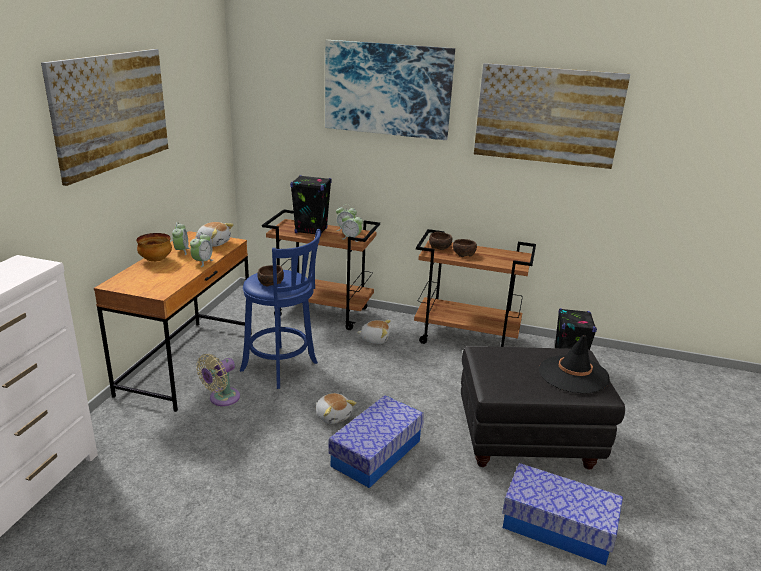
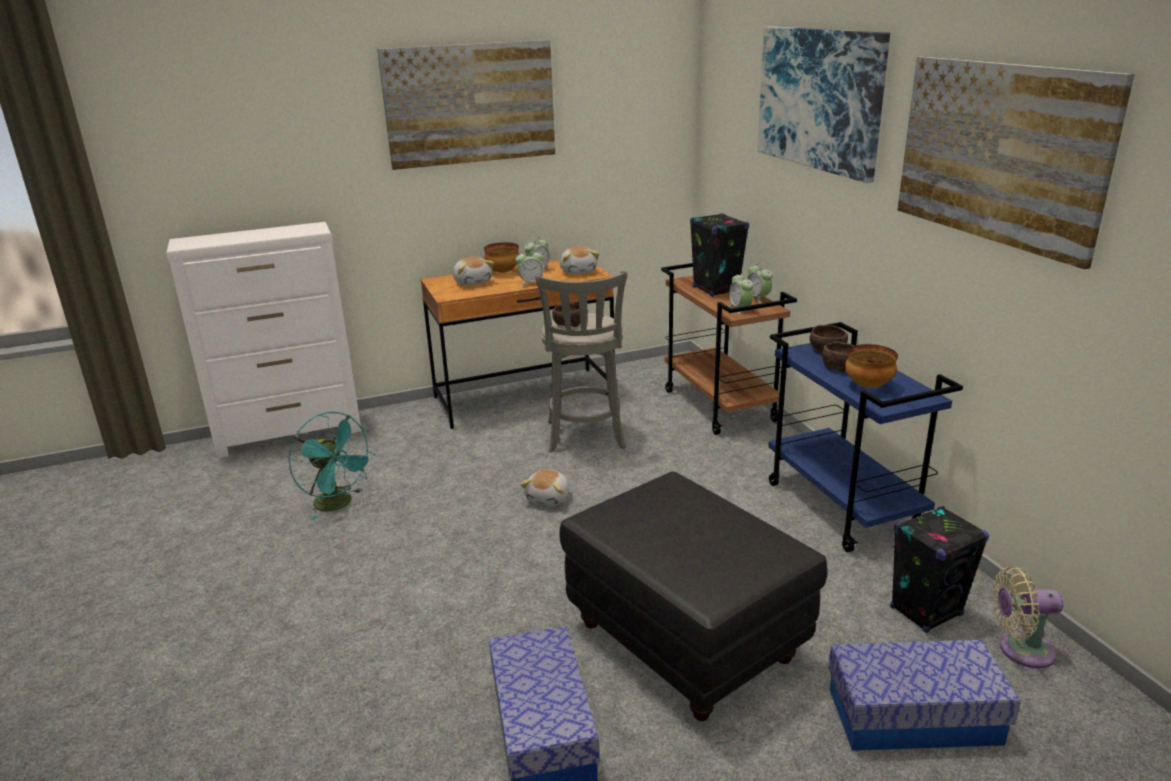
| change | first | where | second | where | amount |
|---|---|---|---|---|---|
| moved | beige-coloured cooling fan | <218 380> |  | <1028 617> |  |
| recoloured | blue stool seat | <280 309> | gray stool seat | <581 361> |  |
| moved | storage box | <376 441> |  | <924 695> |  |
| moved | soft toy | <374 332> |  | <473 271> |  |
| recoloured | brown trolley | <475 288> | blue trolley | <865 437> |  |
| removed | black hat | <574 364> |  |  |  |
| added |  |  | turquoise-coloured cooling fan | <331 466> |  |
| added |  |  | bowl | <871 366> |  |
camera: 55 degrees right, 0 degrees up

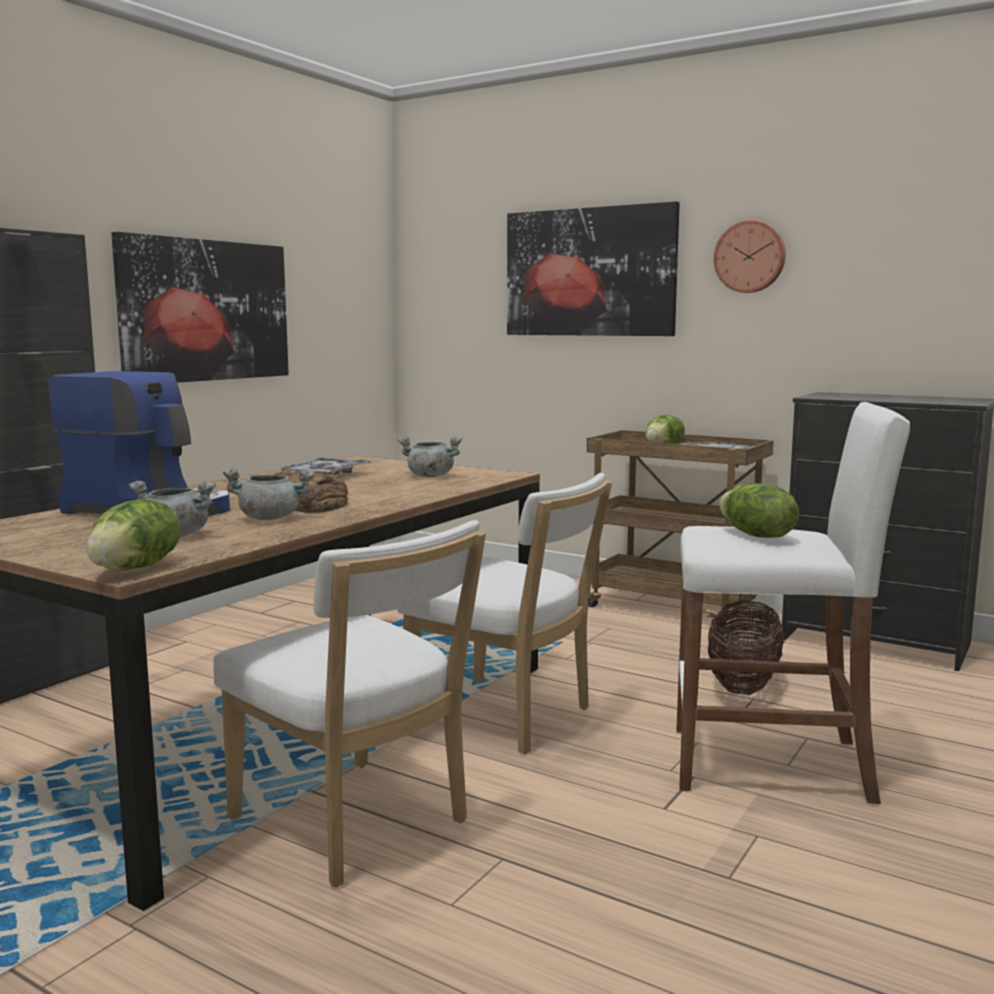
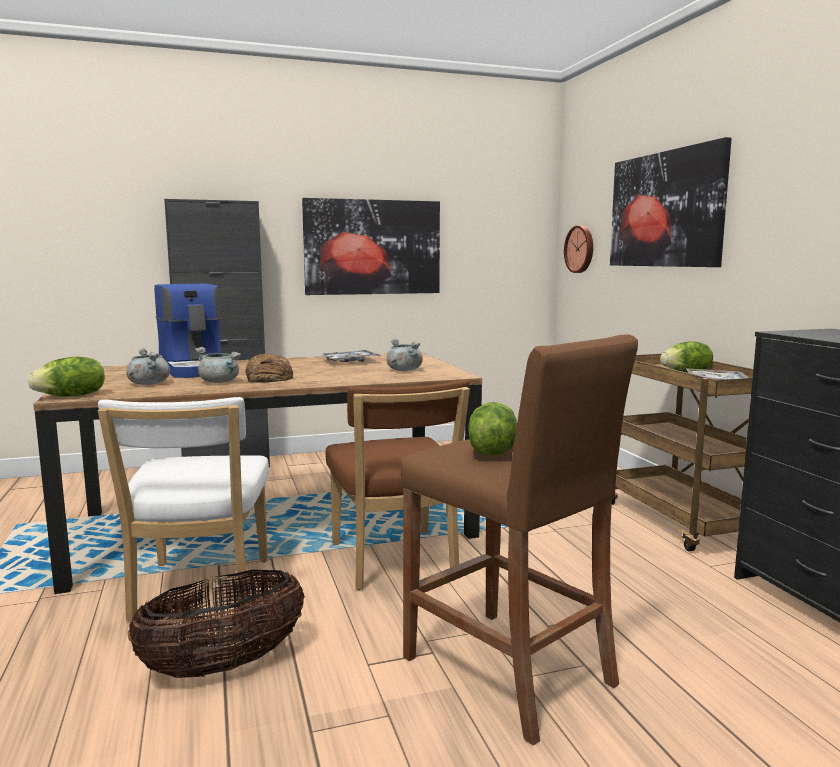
| change | first | where | second | where | amount |
|---|---|---|---|---|---|
| recoloured | white-coloured upright chair | <504 613> | brown upright chair | <398 485> |  |
| recoloured | white-coloured stool seat | <793 603> | brown stool seat | <519 540> |  |
| moved | basket | <746 647> |  | <216 624> |  |
| moved | wall clock | <750 256> |  | <578 249> |  |
camera: 40 degrees right, 0 degrees up

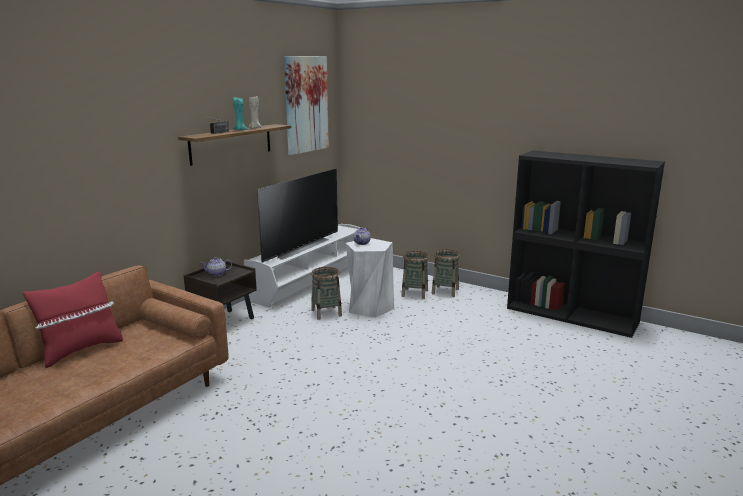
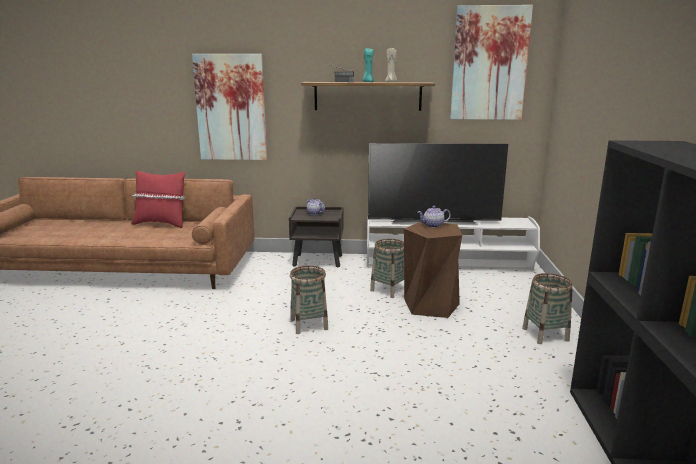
| change | first | where | second | where | amount |
|---|---|---|---|---|---|
| recoloured | white-coloured stool seat | <370 278> | brown stool seat | <433 270> |  |
| moved | basket | <415 275> |  | <309 300> |  |
| added |  |  | wall art | <229 107> |  |
camera: 60 degrees right, 0 degrees up

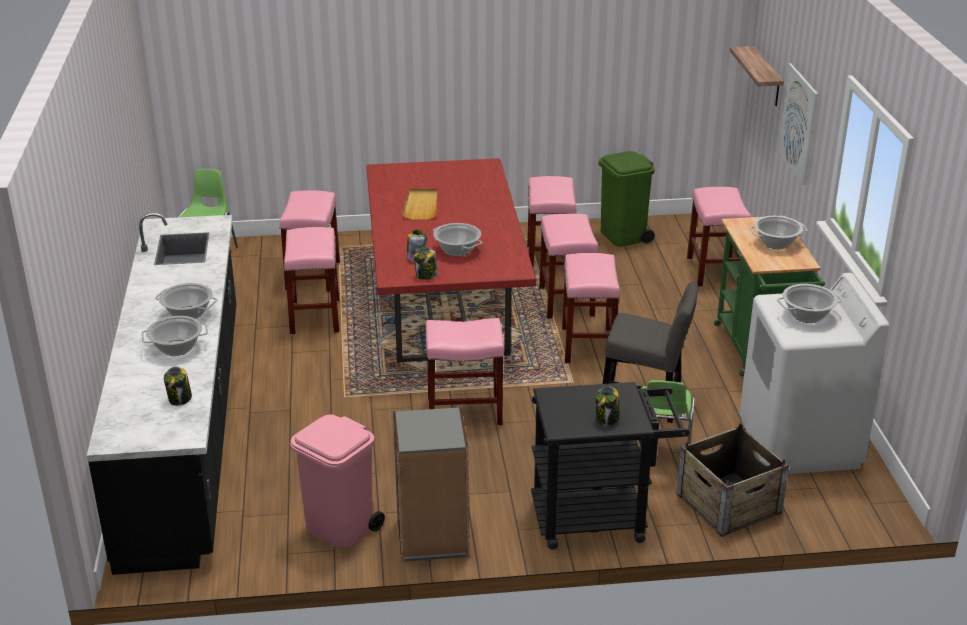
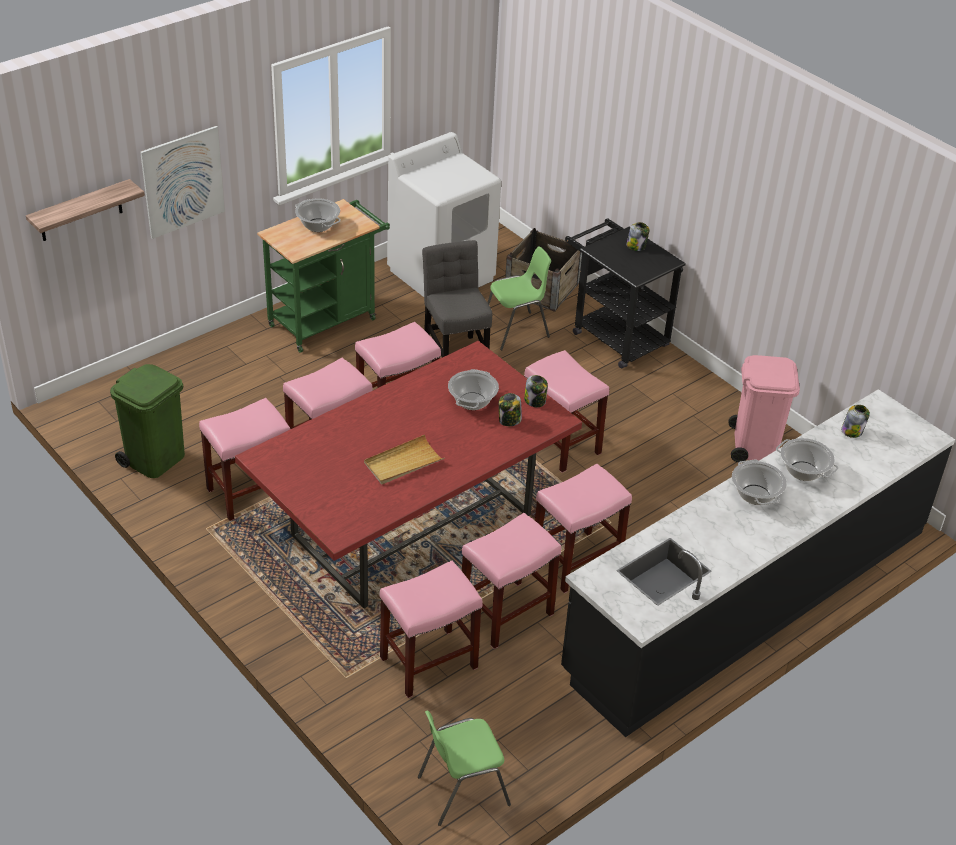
| change | first | where | second | where | amount |
|---|---|---|---|---|---|
| removed | gray bookcase | <431 484> |  |  |  |
| moved | pink stool seat | <719 237> |  | <583 528> |  |
| removed | stockpot | <810 303> |  |  |  |
camera: 125 degrees left, 10 degrees up

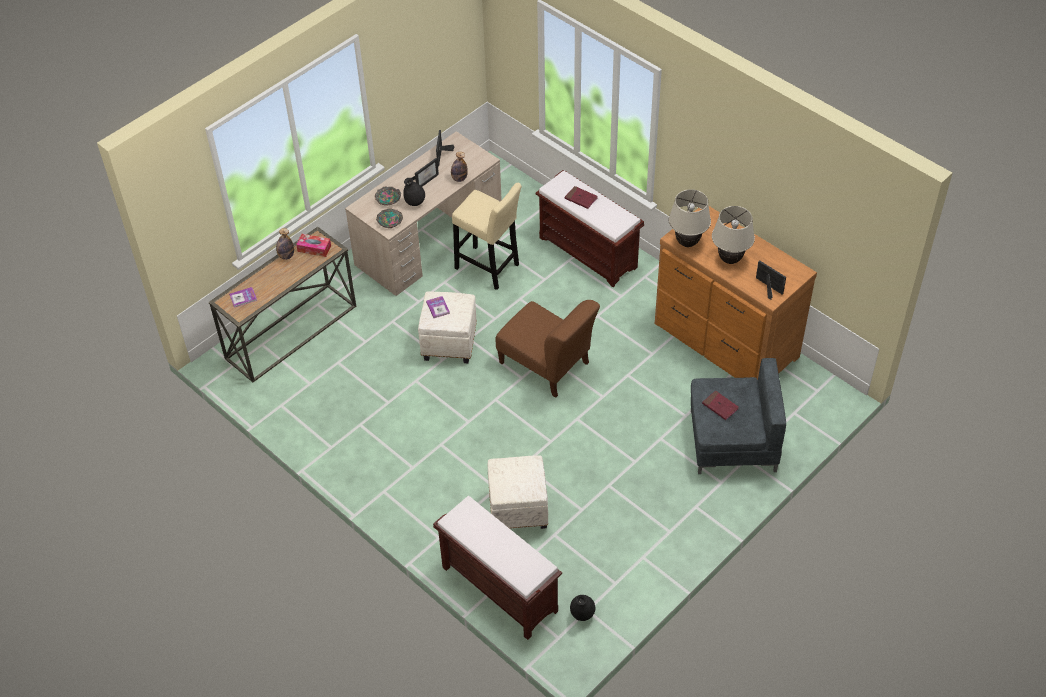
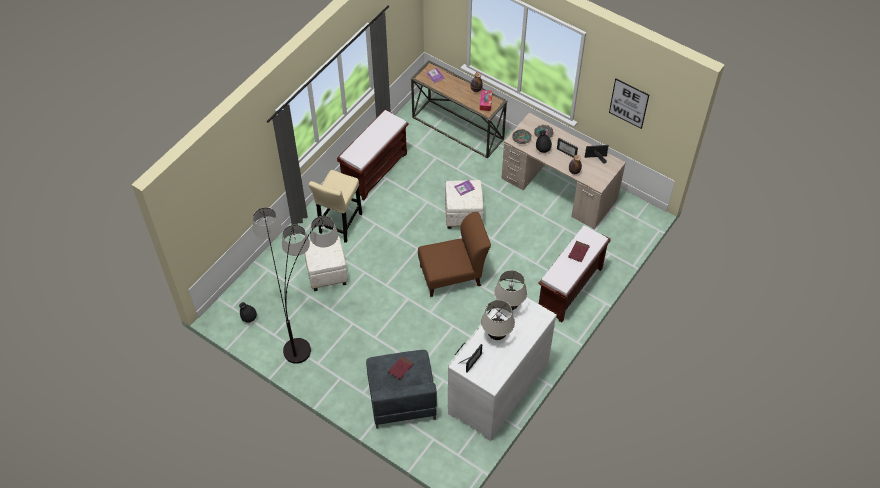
| change | first | where | second | where | amount |
|---|---|---|---|---|---|
| moved | brown long seat | <497 568> |  | <373 154> |  |
| moved | beige-coloured stool seat | <487 236> |  | <335 206> |  |
| turned | brown upright chair | <548 349> |  | <454 254> | 135 degrees counterclockwise |
| recoloured | brown dresser | <736 293> | white-coloured dresser | <502 369> |  |
| added |  |  | standard lamp | <295 285> |  |
| added |  |  | wall art | <629 104> |  |
camera: 80 degrees right, 5 degrees up

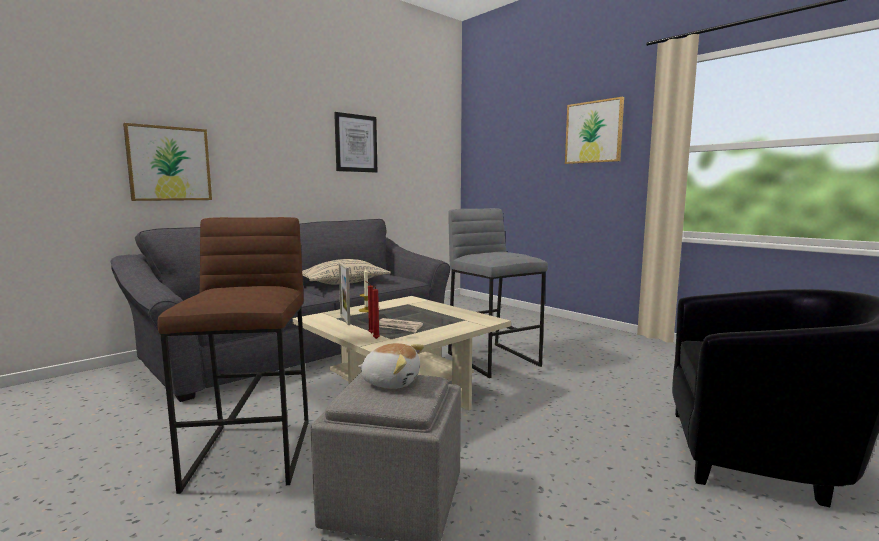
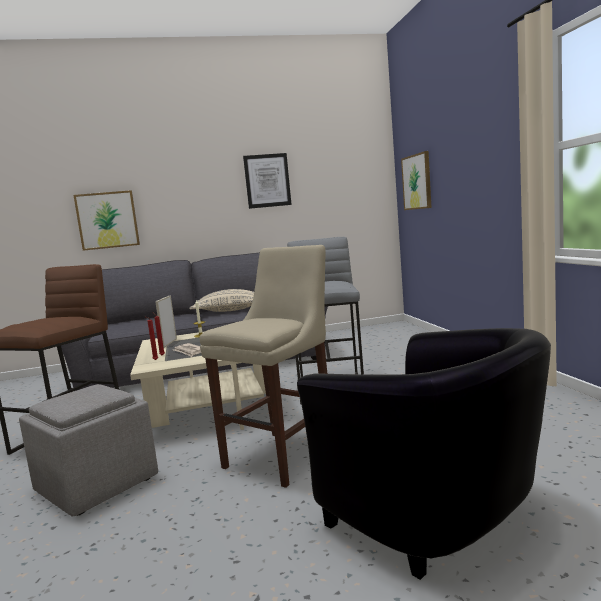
| change | first | where | second | where | amount |
|---|---|---|---|---|---|
| removed | soft toy | <391 366> |  |  |  |
| moved | wall art | <594 130> |  | <416 180> |  |
| added |  |  | beige-coloured stool seat | <263 366> |  |
camera: 30 degrees right, 0 degrees up

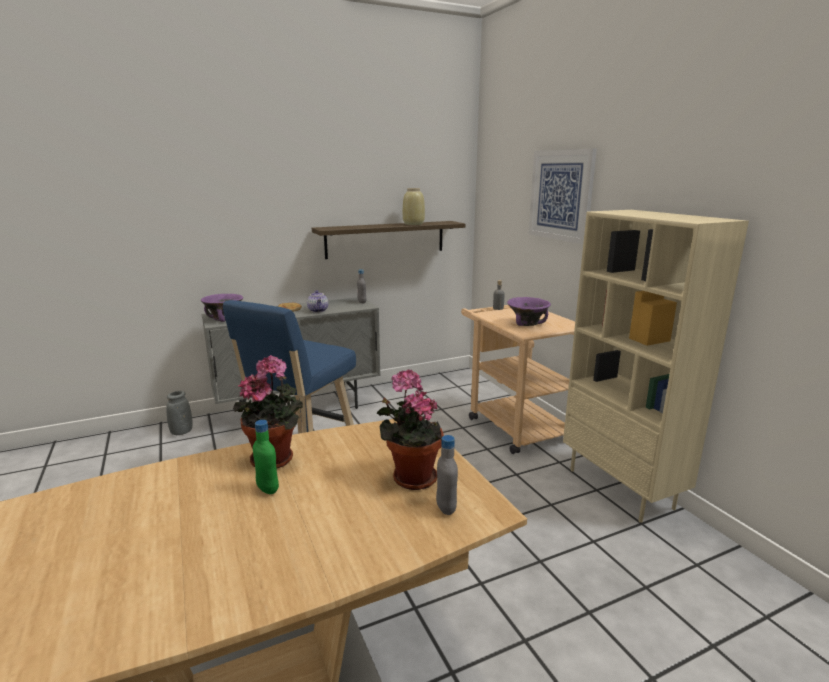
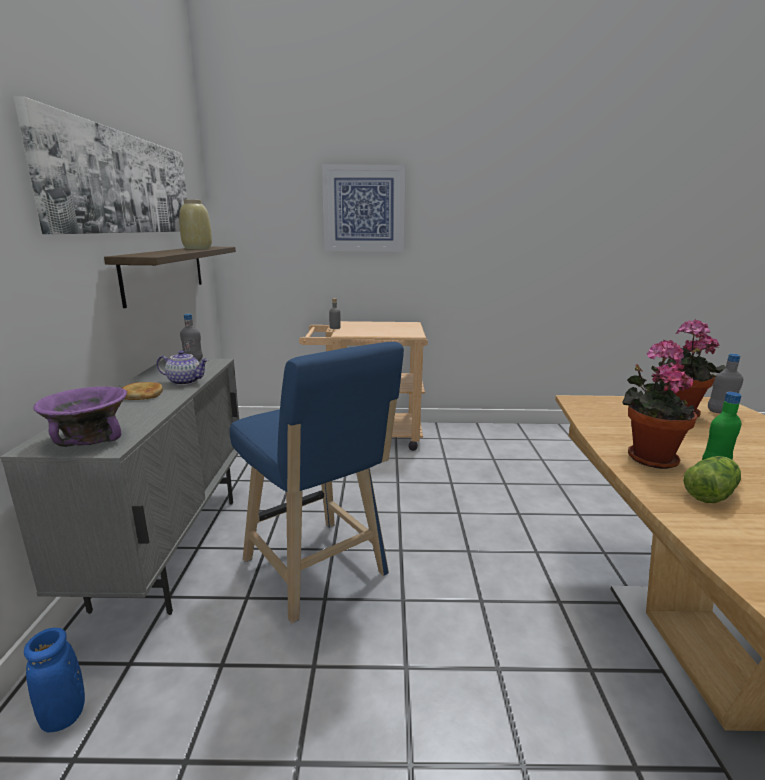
| change | first | where | second | where | amount |
|---|---|---|---|---|---|
| recoloured | gray decorative vase | <179 413> | blue decorative vase | <54 680> |  |
| removed | purplish bowl | <529 311> |  |  |  |
| removed | beige-coloured bookcase | <656 366> |  |  |  |
| added |  |  | wall art | <100 165> |  |
| added |  |  | lettuce | <712 479> |  |
camera: 65 degrees left, 0 degrees up

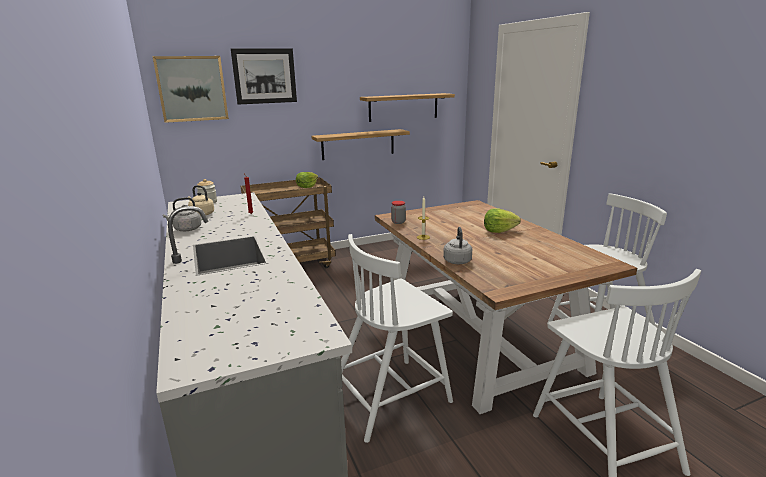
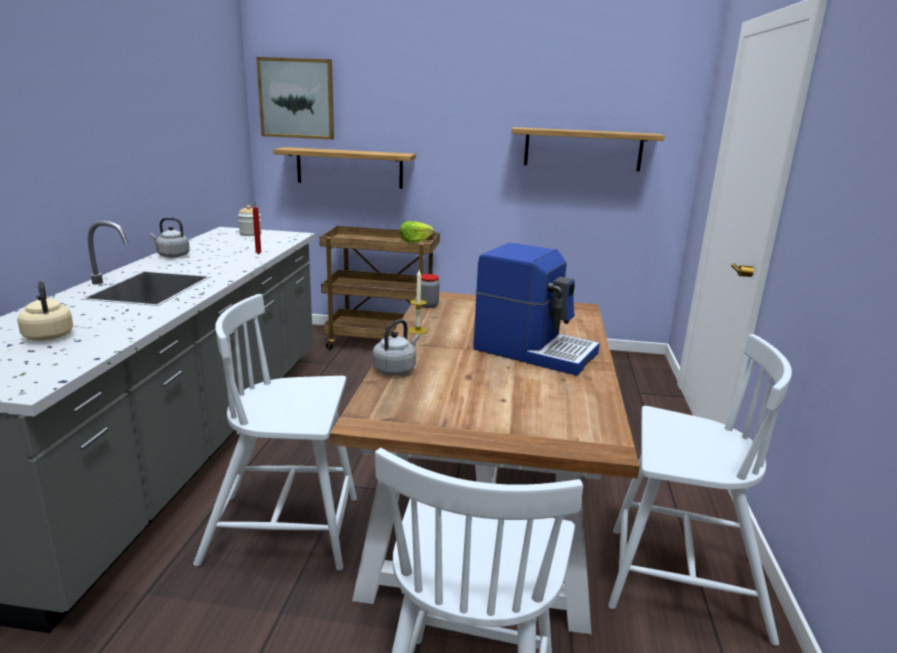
| change | first | where | second | where | amount |
|---|---|---|---|---|---|
| moved | beige-coloured tea kettle | <201 200> |  | <45 310> |  |
| removed | wall art | <264 76> |  |  |  |
| moved | wall shelf | <361 144> |  | <344 168> |  |
| replaced | lettuce | <502 220> | coffee maker | <536 309> |  |
camera: 30 degrees right, 0 degrees up

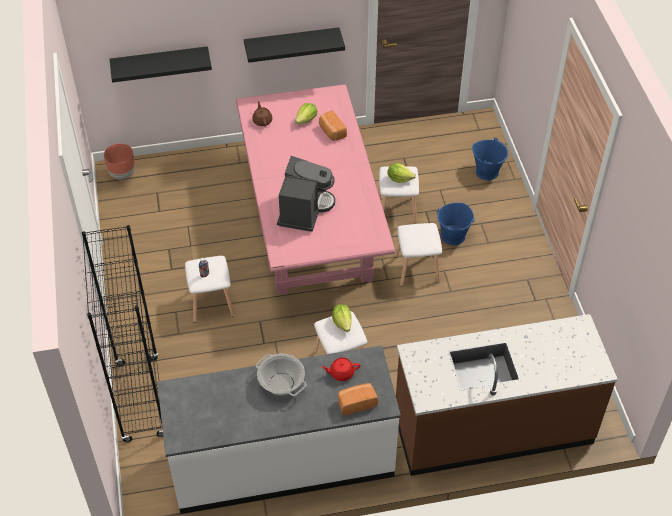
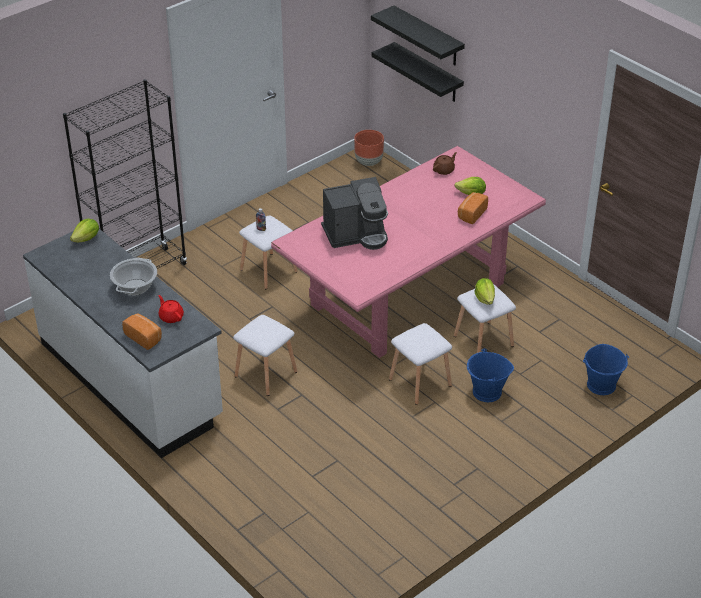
| change | first | where | second | where | amount |
|---|---|---|---|---|---|
| moved | black wall shelf | <294 45> |  | <418 35> |  |
| moved | lettuce | <342 318> |  | <84 230> |  |
| removed | brown kitchen base unit | <507 395> |  |  |  |
camera: 60 degrees right, 10 degrees down

